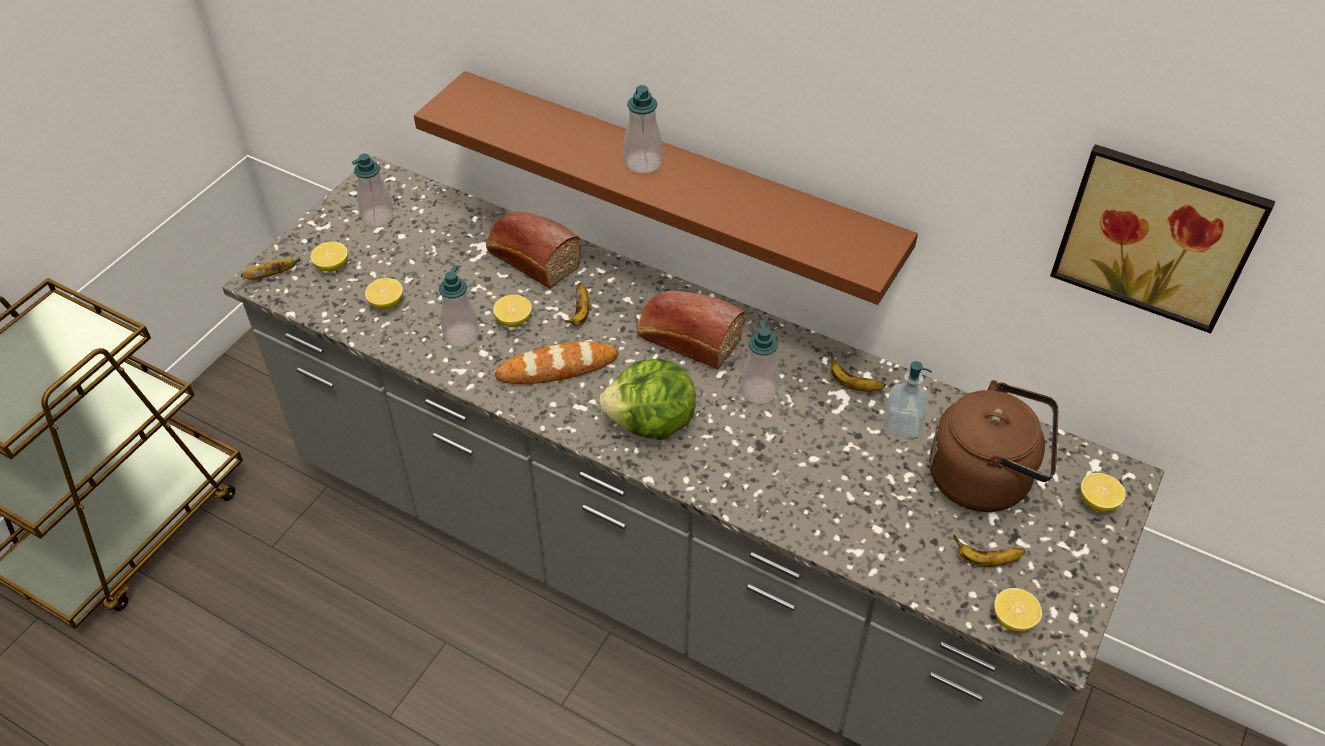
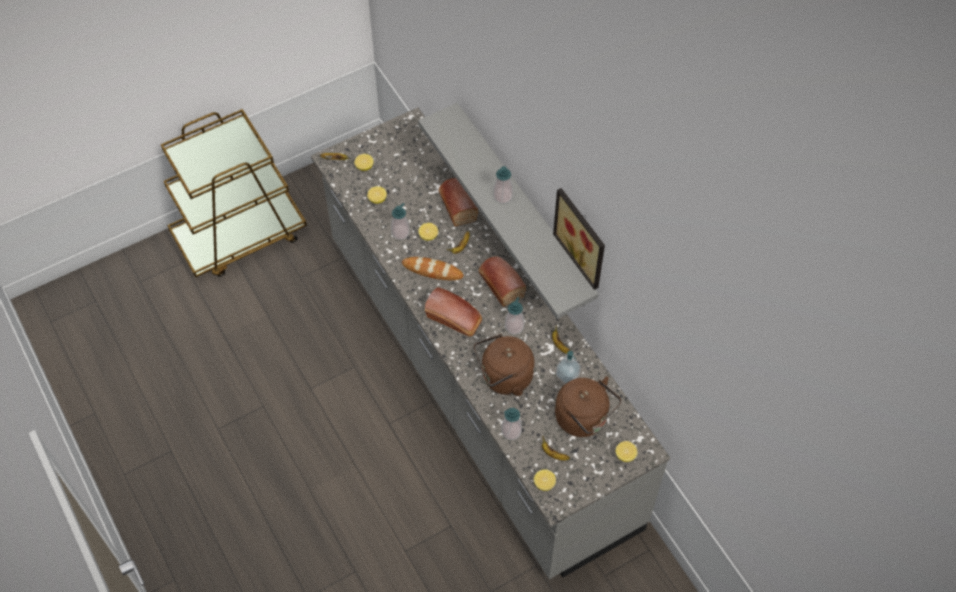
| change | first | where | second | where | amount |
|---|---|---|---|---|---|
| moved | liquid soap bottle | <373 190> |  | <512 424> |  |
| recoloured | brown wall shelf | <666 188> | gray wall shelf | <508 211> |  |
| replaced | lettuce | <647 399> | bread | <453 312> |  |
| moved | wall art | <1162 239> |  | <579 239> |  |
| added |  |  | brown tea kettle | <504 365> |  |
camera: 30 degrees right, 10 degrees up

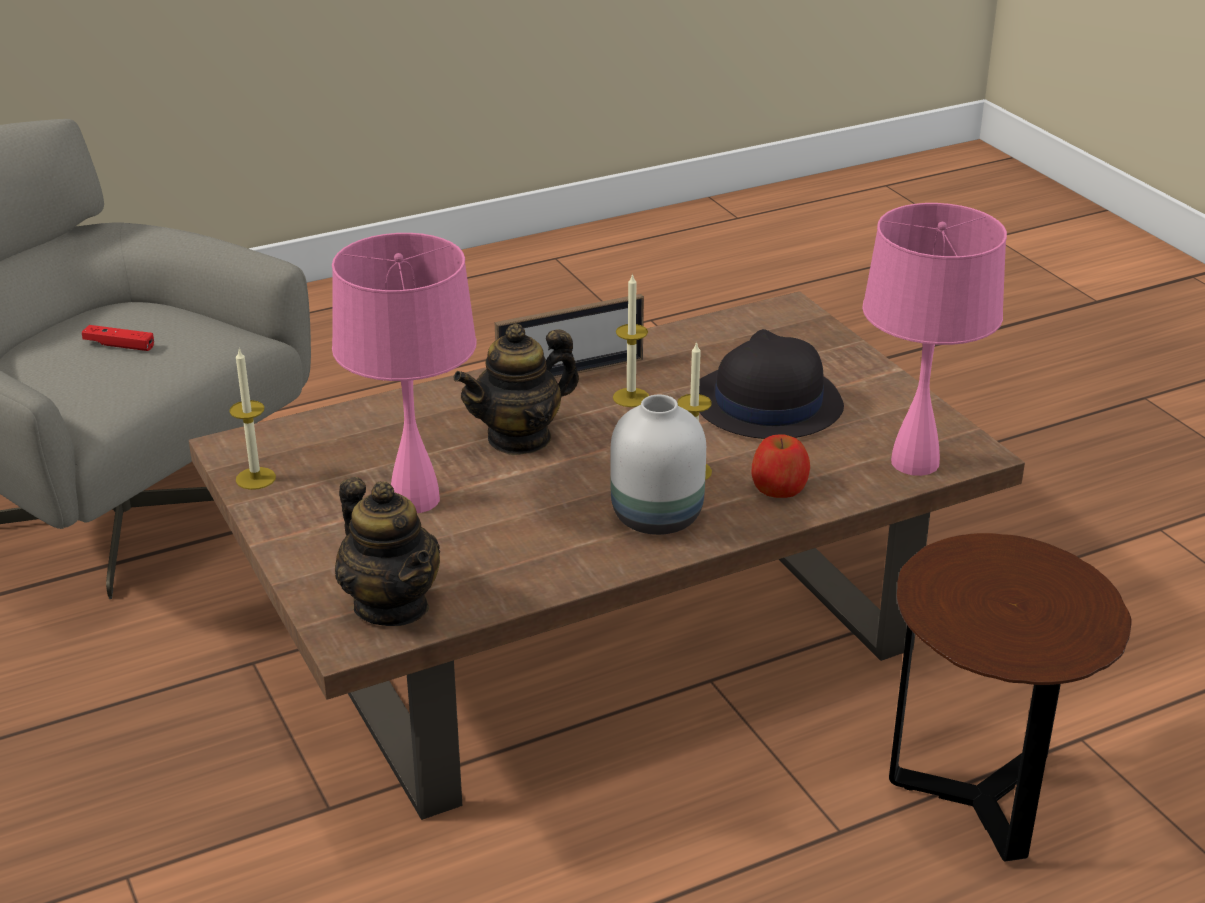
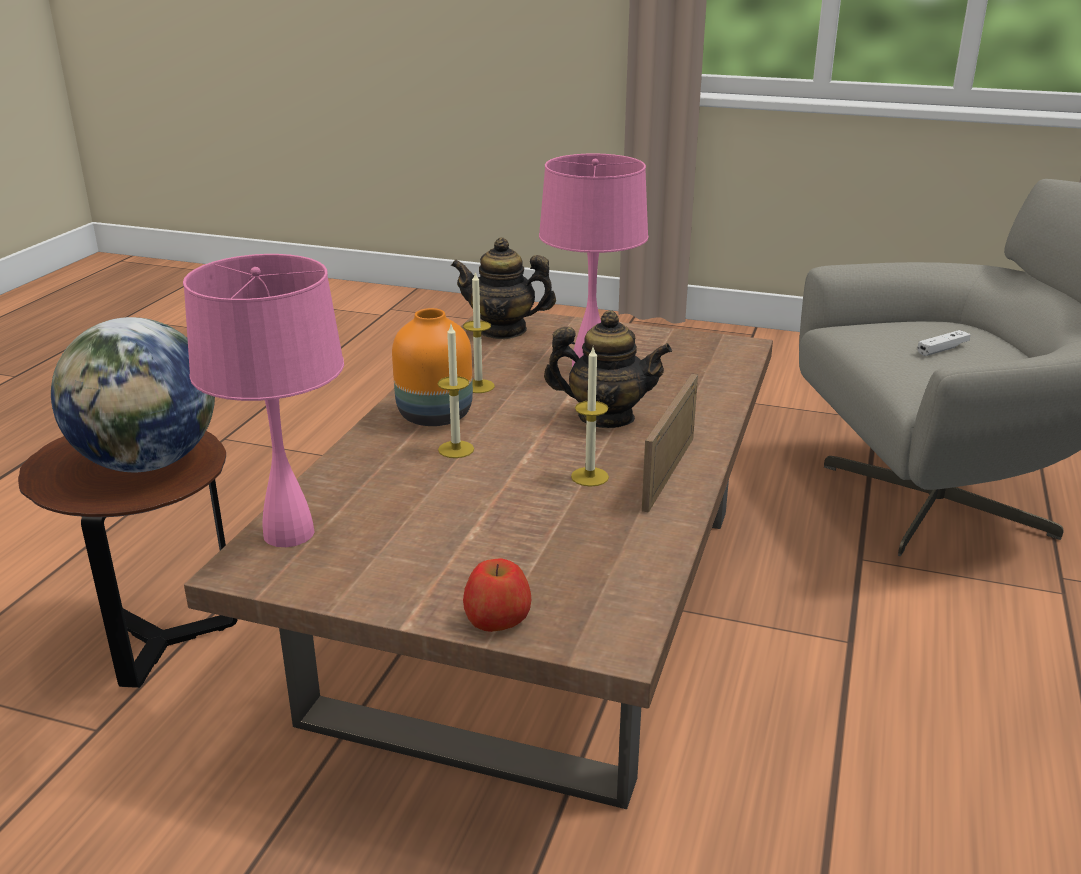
| change | first | where | second | where | amount |
|---|---|---|---|---|---|
| recoloured | reddish game controller | <118 338> | white-coloured game controller | <944 343> |  |
| moved | candle | <252 419> |  | <479 332> |  |
| turned | tea pot | <516 389> |  | <608 369> | 90 degrees clockwise |
| recoloured | white-coloured decorative vase | <658 465> | orange-coloured decorative vase | <432 367> |  |
| removed | black hat | <771 384> |  |  |  |
| moved | apple | <781 466> |  | <497 595> |  |
| added |  |  | world globe | <133 394> |  |
camera: 135 degrees right, 5 degrees down

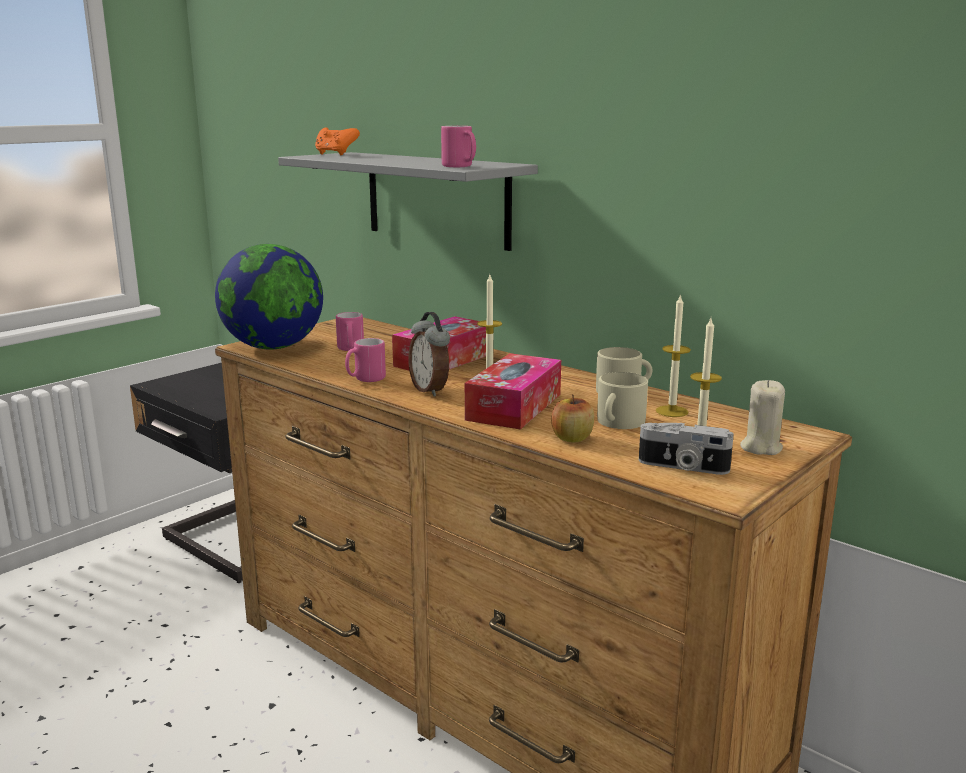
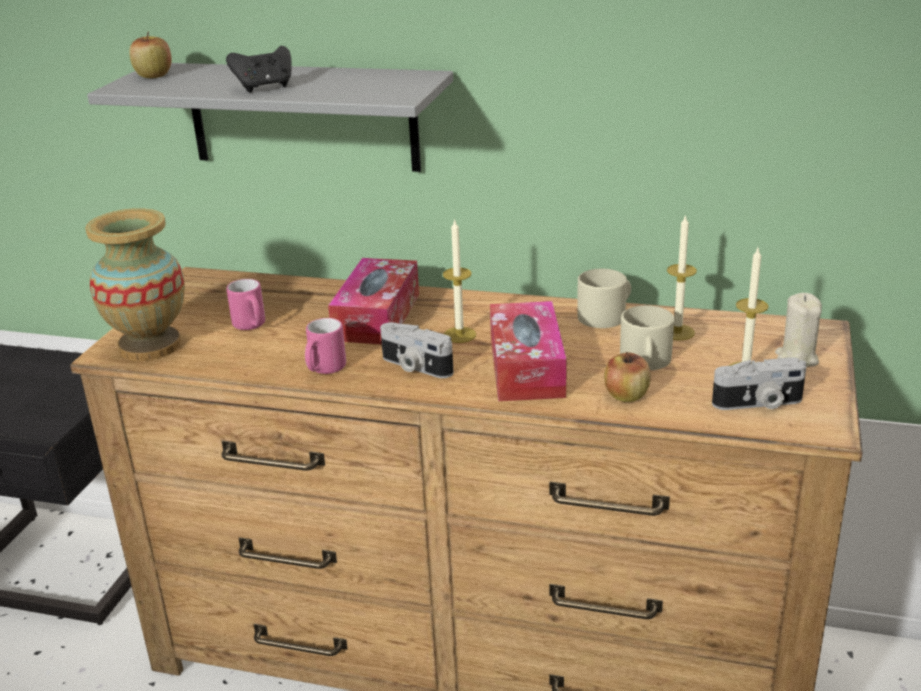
| change | first | where | second | where | amount |
|---|---|---|---|---|---|
| replaced | world globe | <269 297> | decorative vase | <135 284> |  |
| replaced | orange-coloured game controller | <337 141> | apple | <150 55> |  |
| replaced | alarm clock | <429 354> | still camera | <417 350> |  |
| removed | pink coffee mug | <458 146> |  |  |  |
| added |  |  | black game controller | <259 69> |  |
camera: 25 degrees left, 10 degrees up

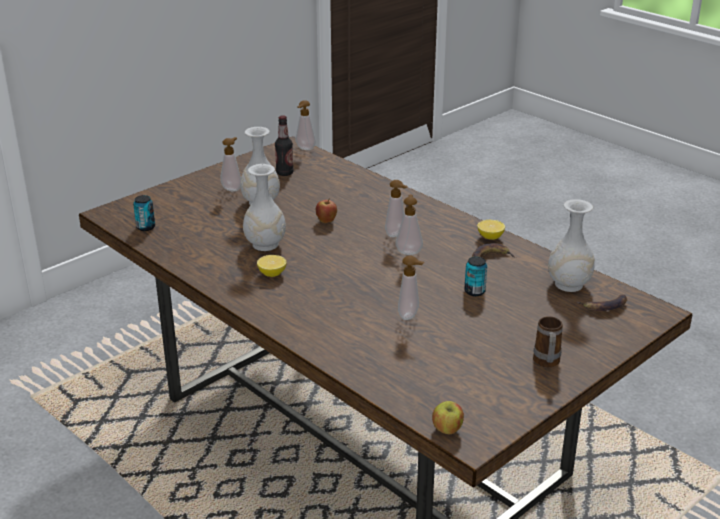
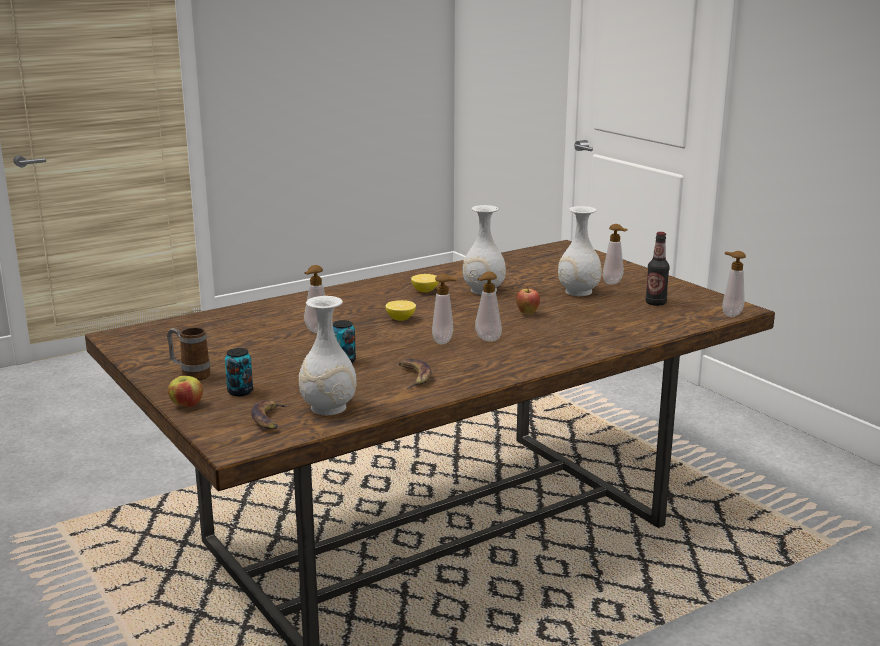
| change | first | where | second | where | amount |
|---|---|---|---|---|---|
| moved | sealed can | <144 213> |  | <239 372> |  |
| moved | apple | <448 417> |  | <185 391> |  |
| moved | whole lemon | <491 230> |  | <401 310> |  |
camera: 100 degrees right, 10 degrees down

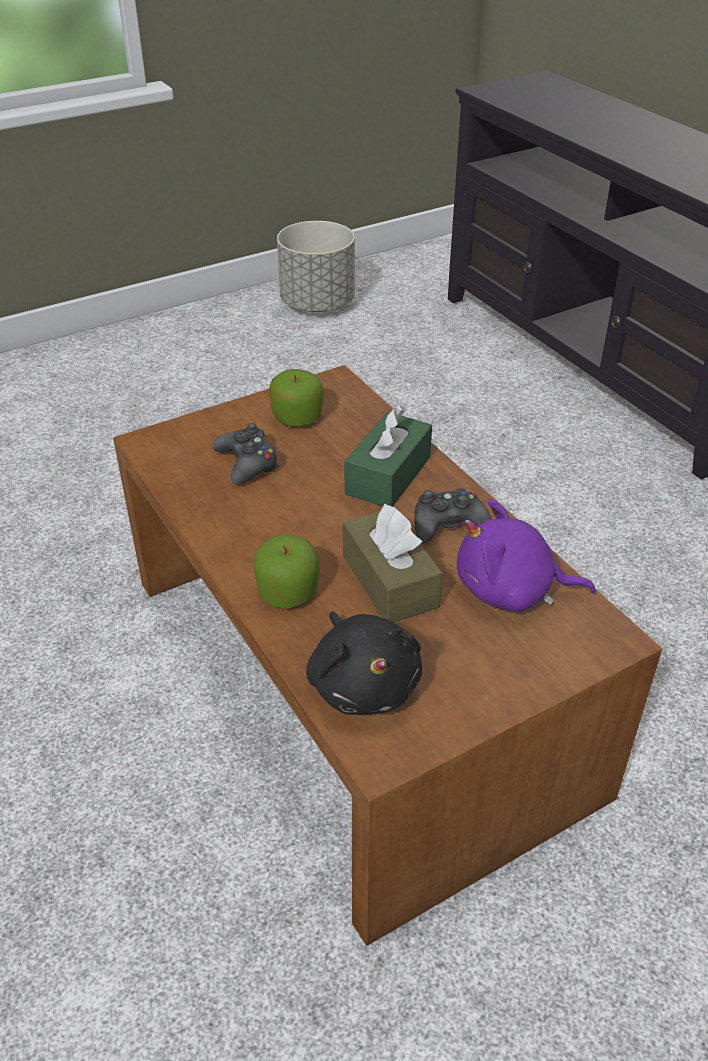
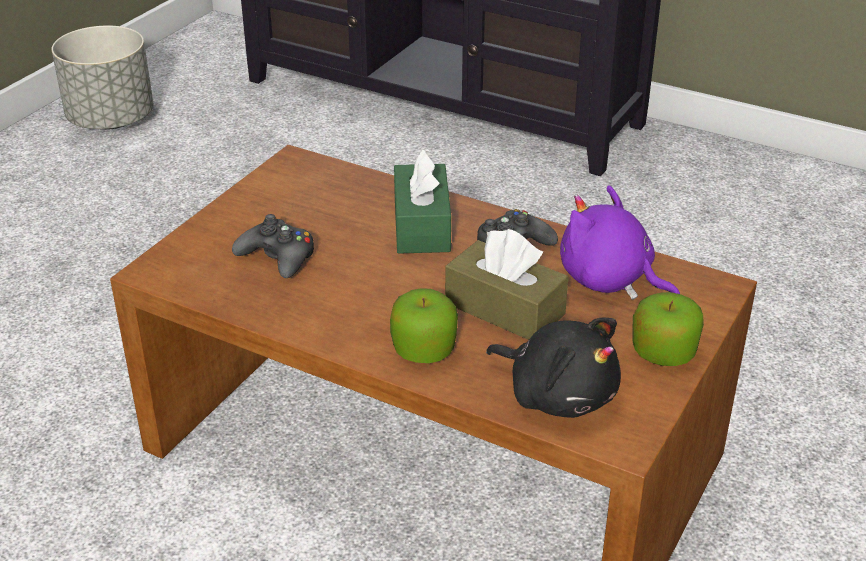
| change | first | where | second | where | amount |
|---|---|---|---|---|---|
| moved | apple | <296 398> |  | <668 329> |  |
| turned | purplish soft toy | <526 555> |  | <620 242> | 60 degrees clockwise |
camera: 30 degrees left, 5 degrees down

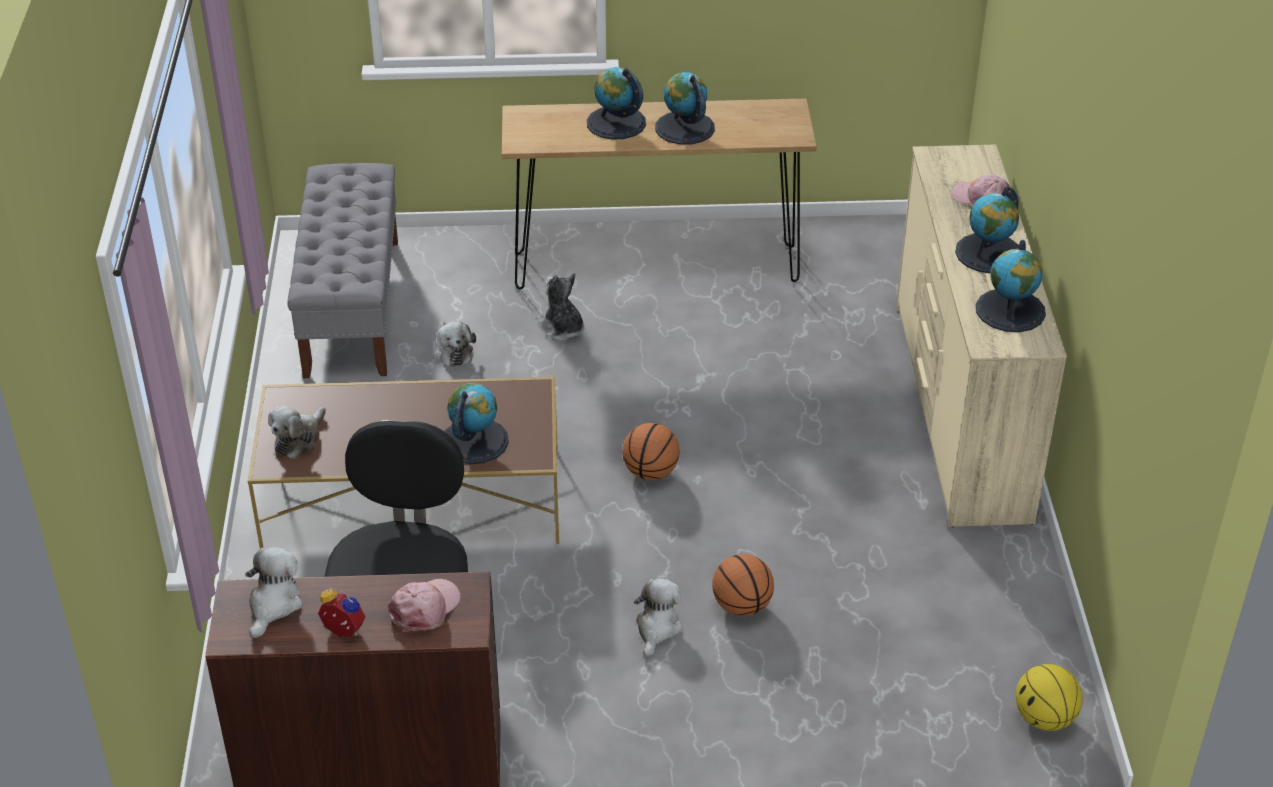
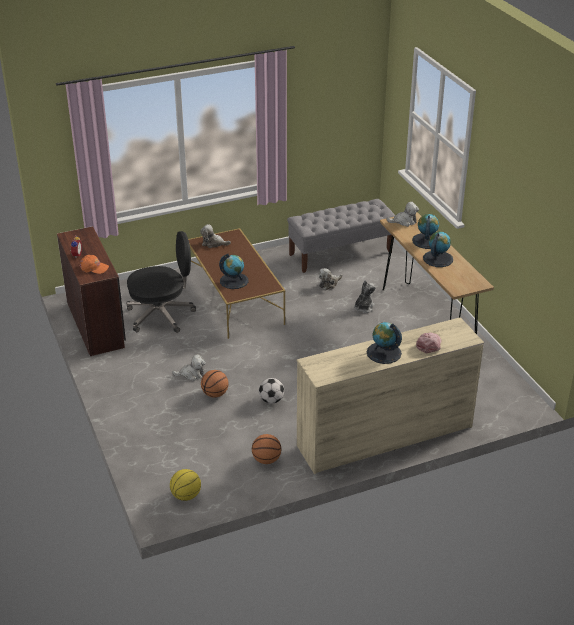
| change | first | where | second | where | amount |
|---|---|---|---|---|---|
| moved | soft toy | <274 592> |  | <402 214> |  |
| recoloured | pink cap | <424 605> | orange-coloured cap | <94 264> |  |
| moved | ball for basketball | <651 451> |  | <267 449> |  |
| removed | world globe | <1011 286> |  |  |  |
| added |  |  | football | <271 391> |  |
camera: 70 degrees right, 5 degrees down

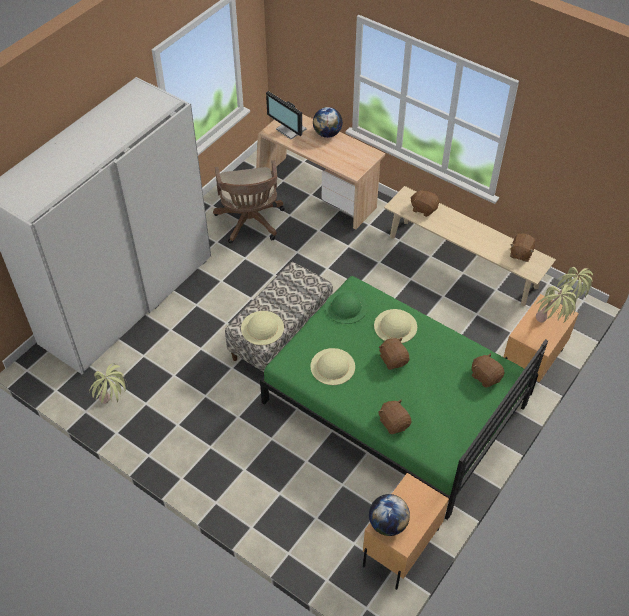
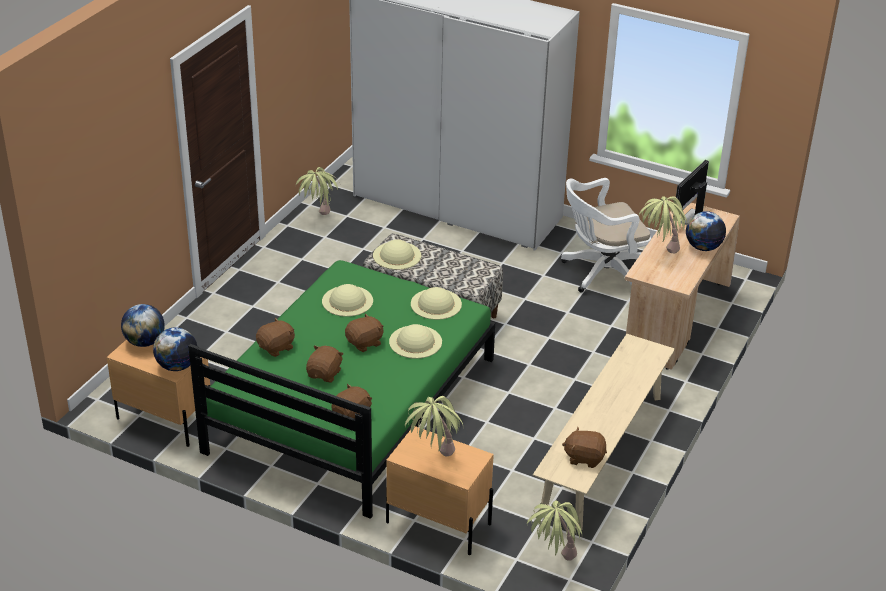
| change | first | where | second | where | amount |
|---|---|---|---|---|---|
| recoloured | brown computer chair | <249 201> | white-coloured computer chair | <606 235> |  |
| recoloured | green-coloured hat | <346 307> | beige-coloured hat | <436 303> |  |
| moved | brown soft toy | <424 202> |  | <325 363> |  |
| added |  |  | world globe | <175 349> |  |
| added |  |  | houseplant | <663 224> |  |
camera: 80 degrees right, 15 degrees down

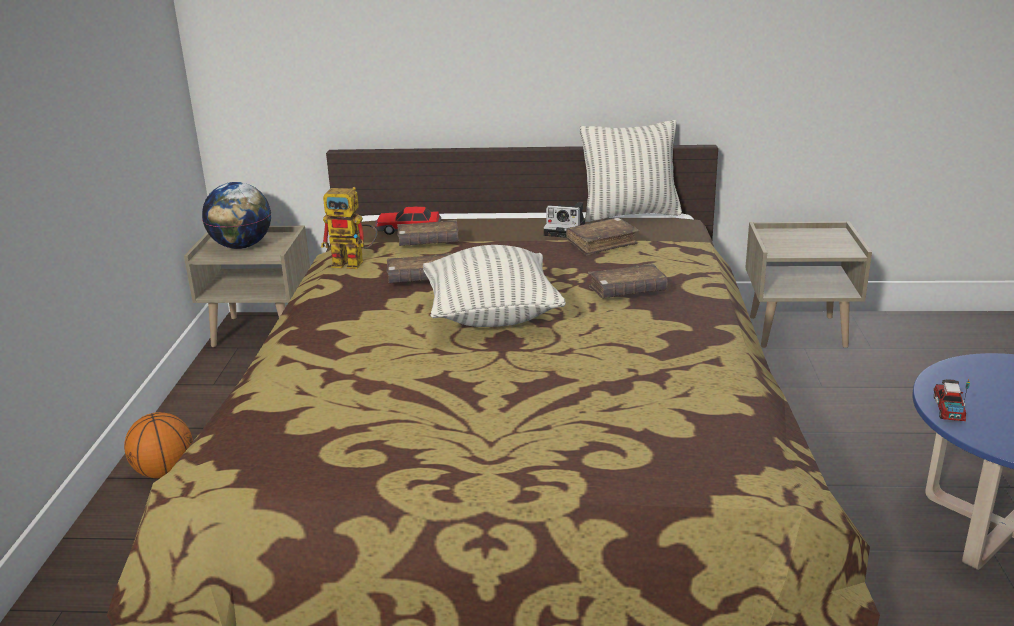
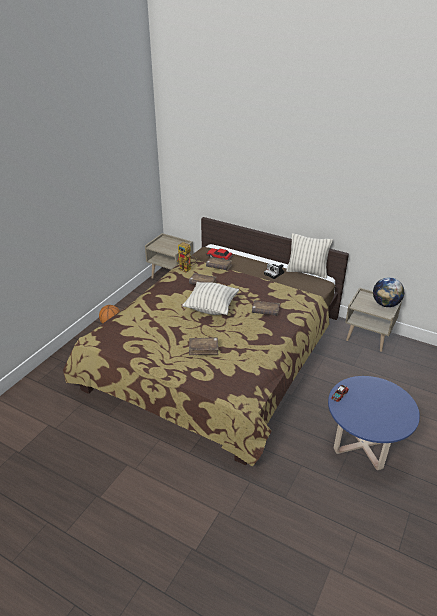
| change | first | where | second | where | amount |
|---|---|---|---|---|---|
| moved | world globe | <236 215> |  | <388 292> |  |
| moved | brown bound book | <602 236> |  | <203 346> |  |
camera: 25 degrees right, 10 degrees up

